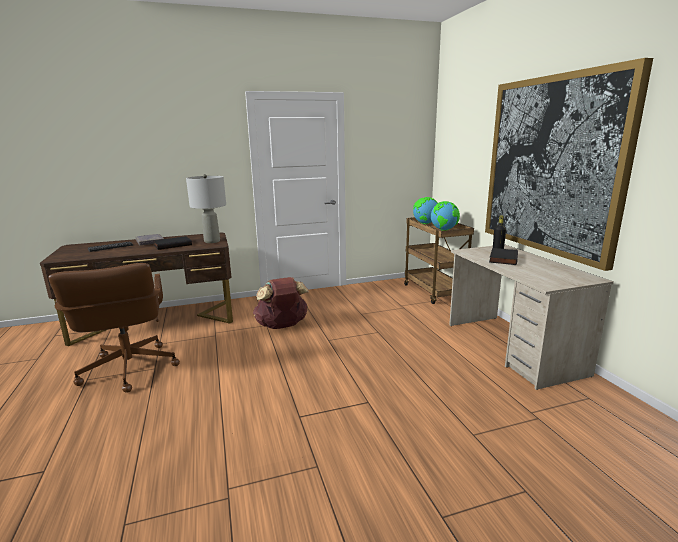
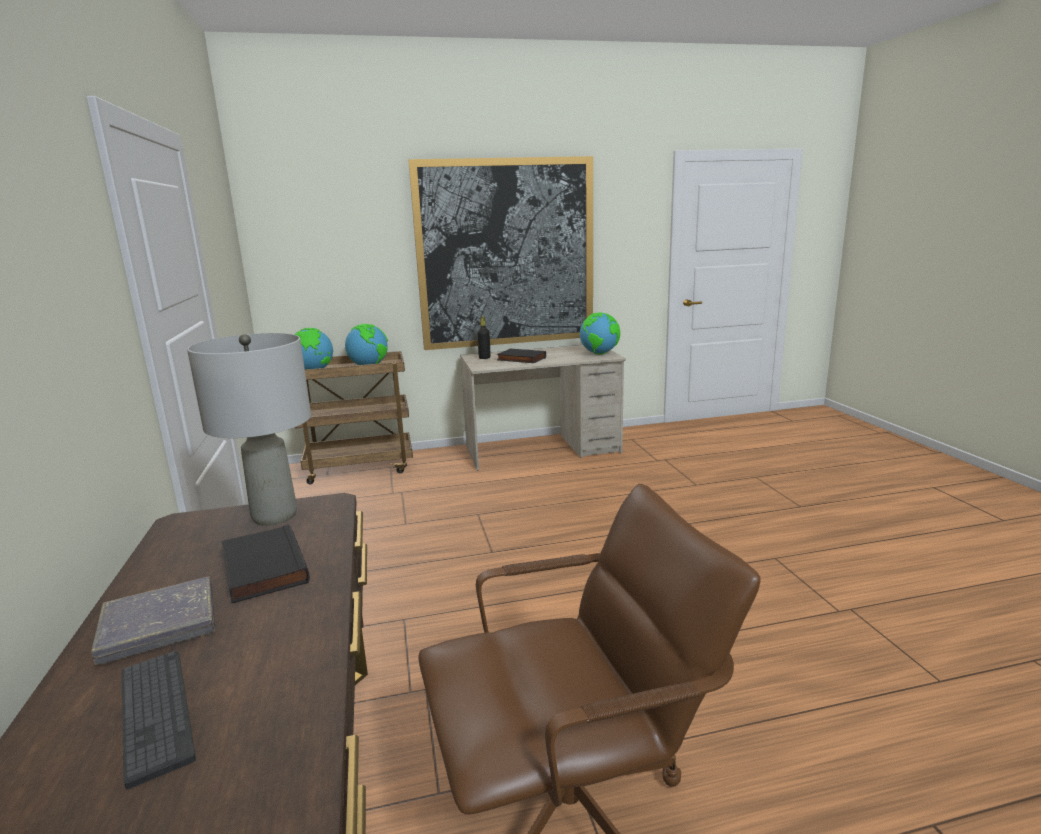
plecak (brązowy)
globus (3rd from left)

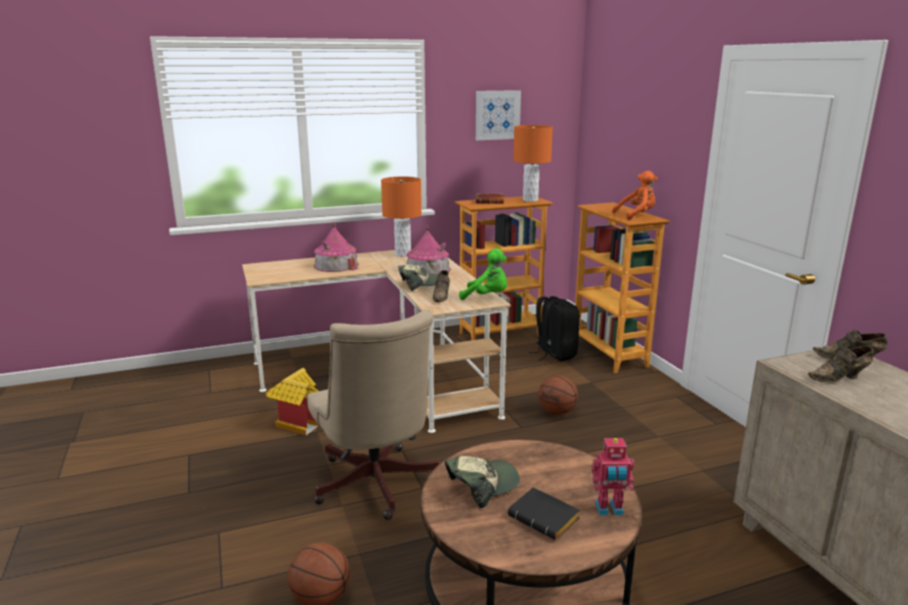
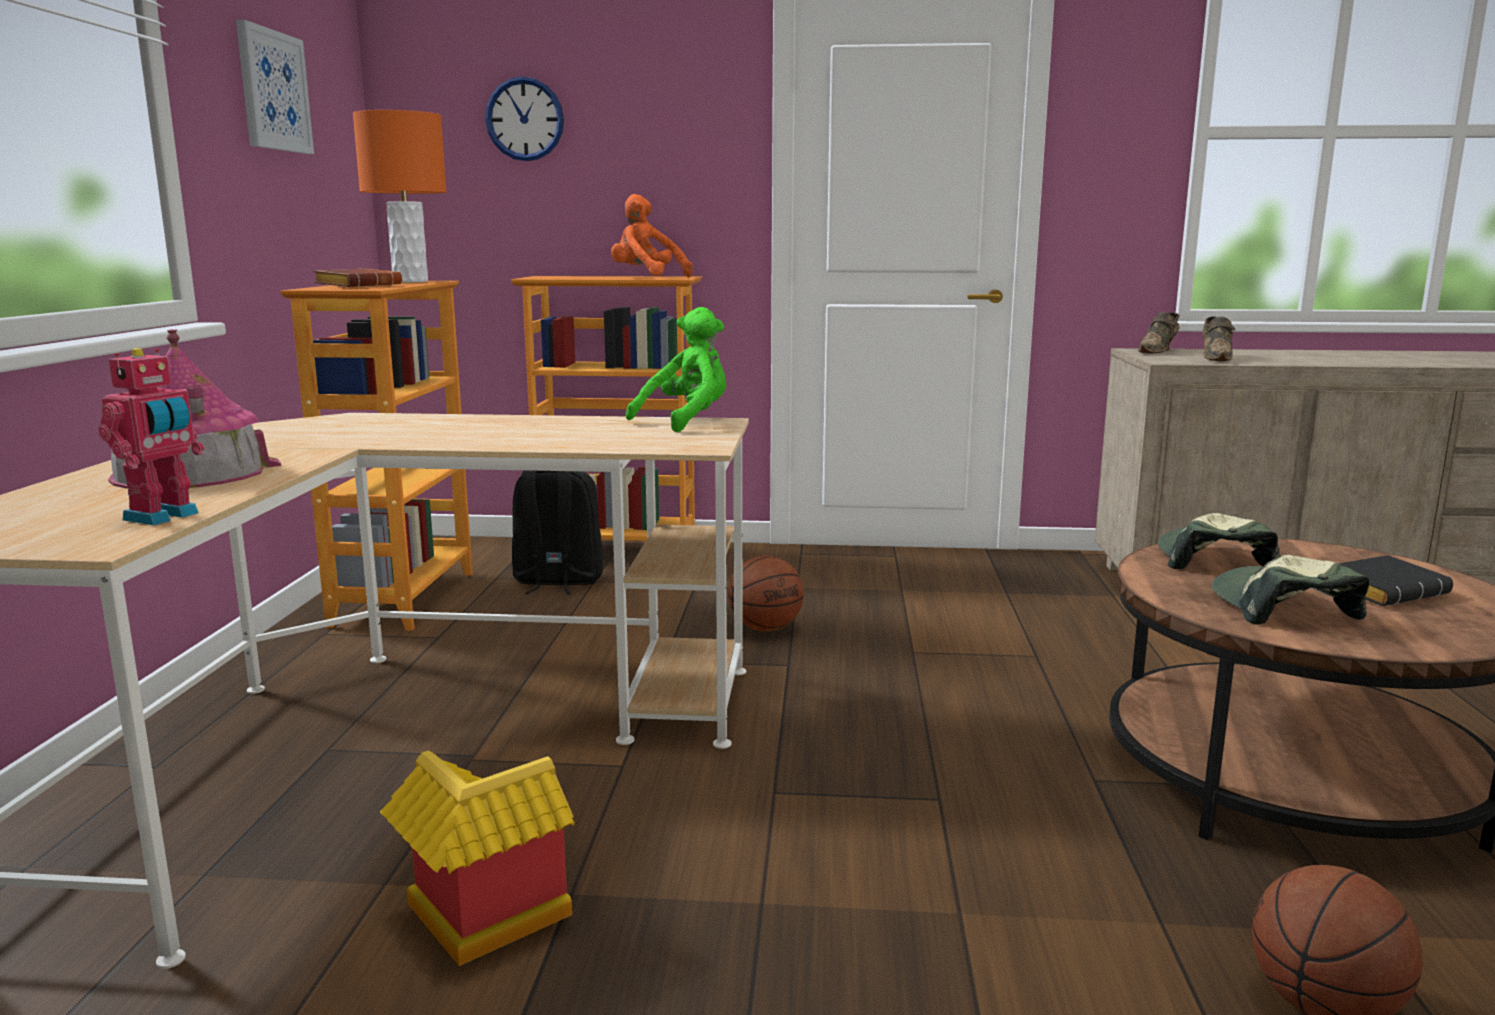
krzesło biurowe (beżowy)
lampa stołowa (pomarańczowy) (1st from left in the first image)
czapka z daszkiem (1st from left)
domek (3rd from left in the first image)
but (brązowy) (1st from left in the first image)
robot zabawkowy
pluszak (pomarańczowy)
zegar ścienny

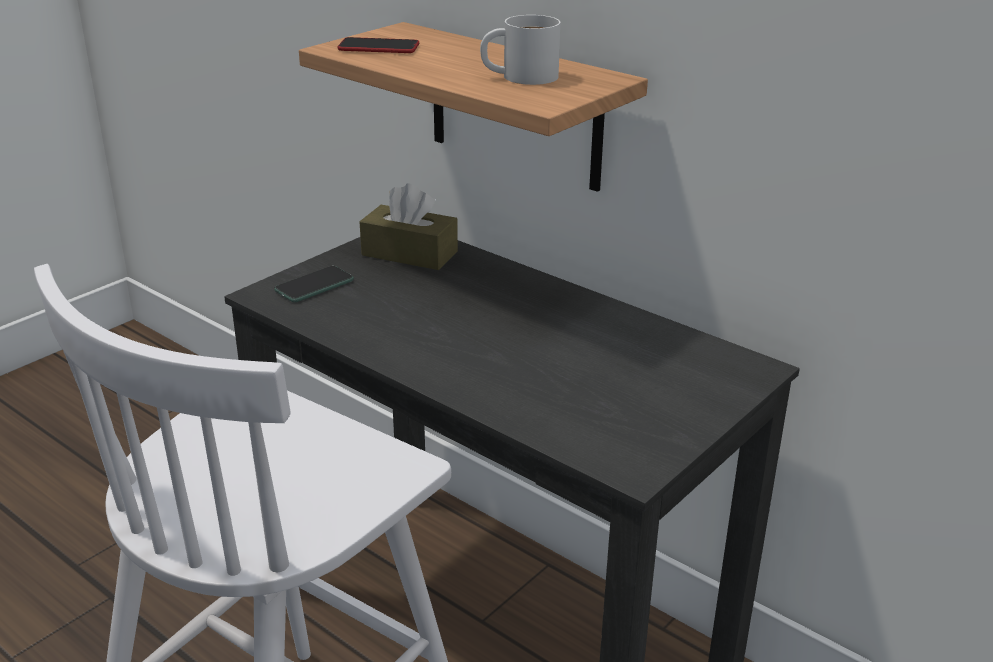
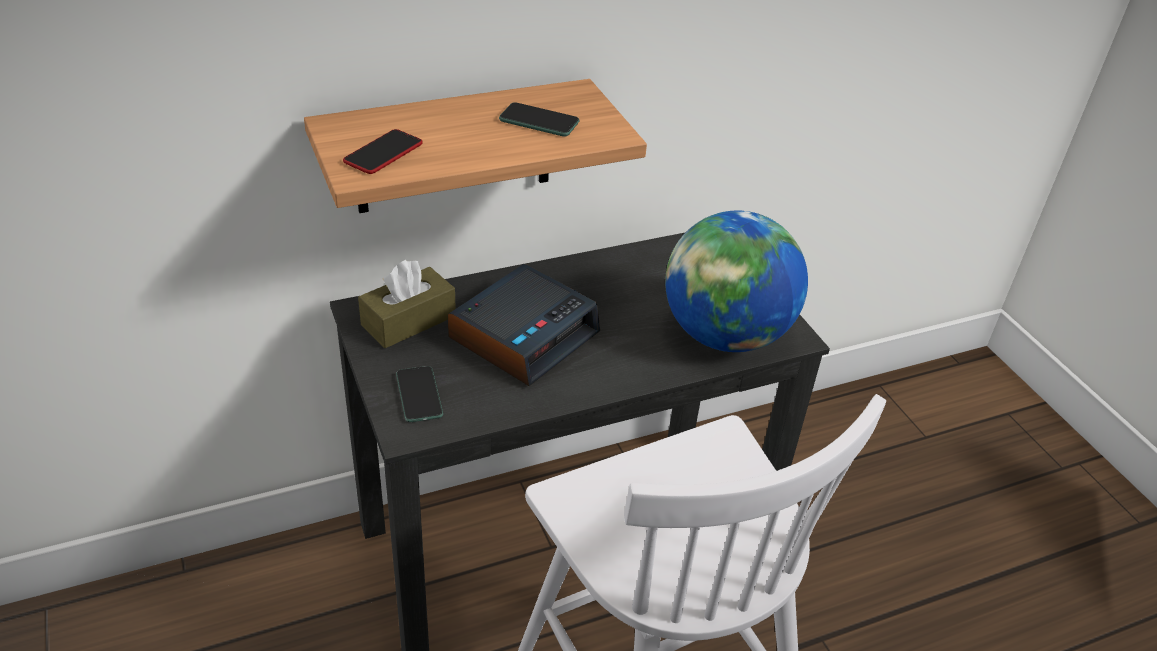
telefon (3rd from left)
budzik
globus

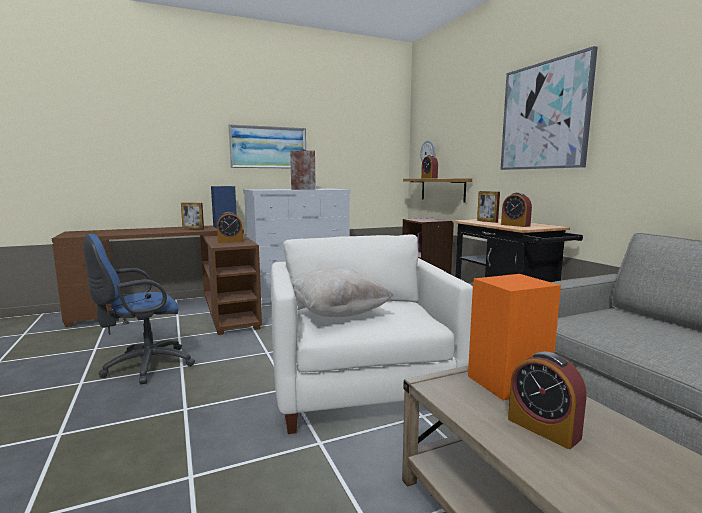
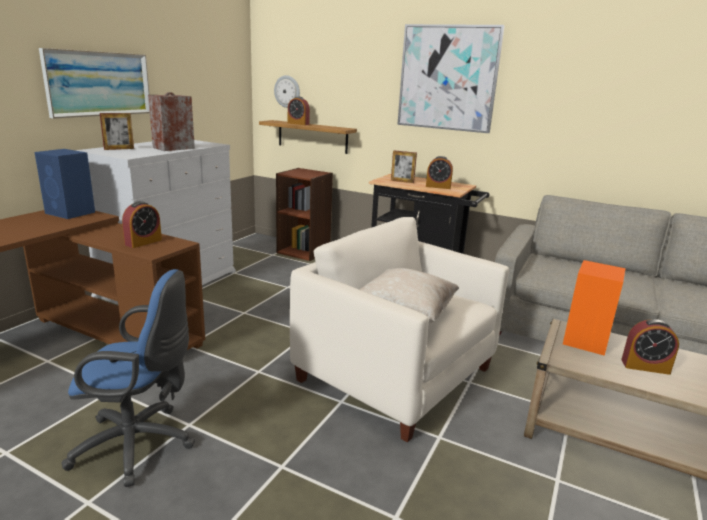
krzesło biurowe (niebieski)
ramka na zdjęcie (1st from left)

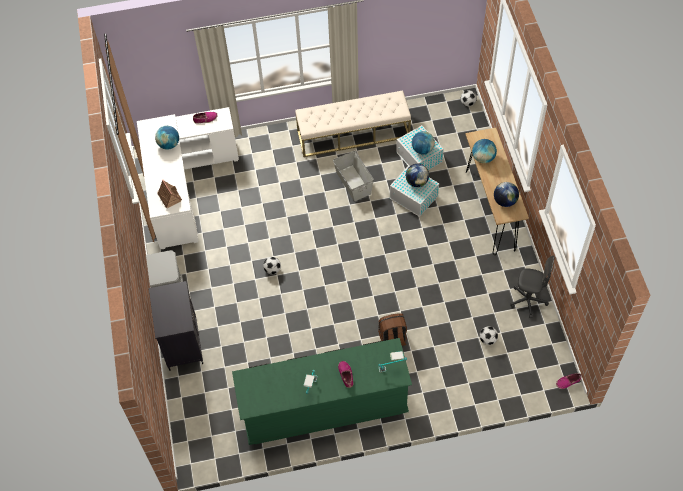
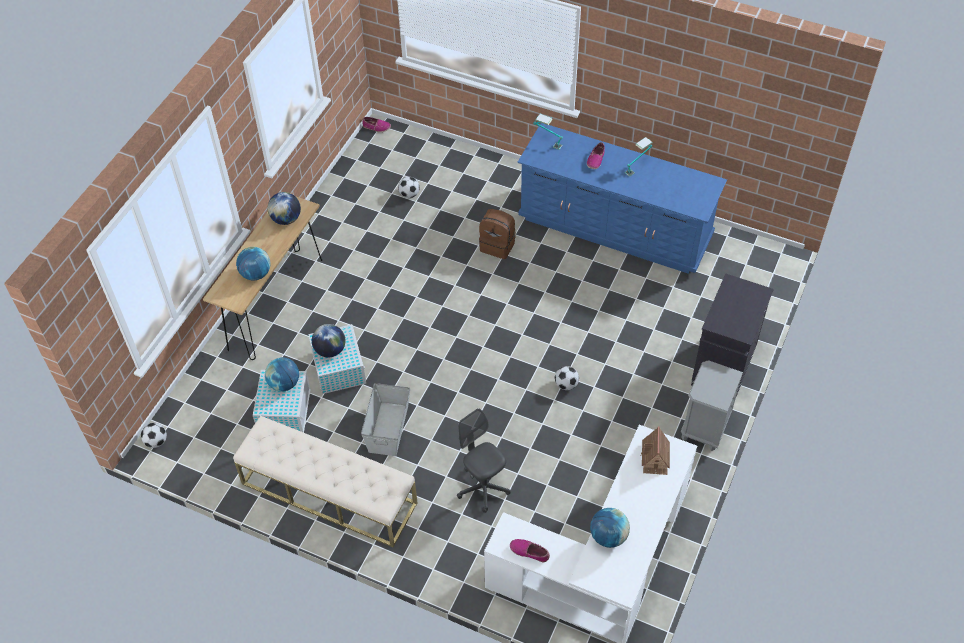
komoda (niebieski)
krzesło biurowe (szary)

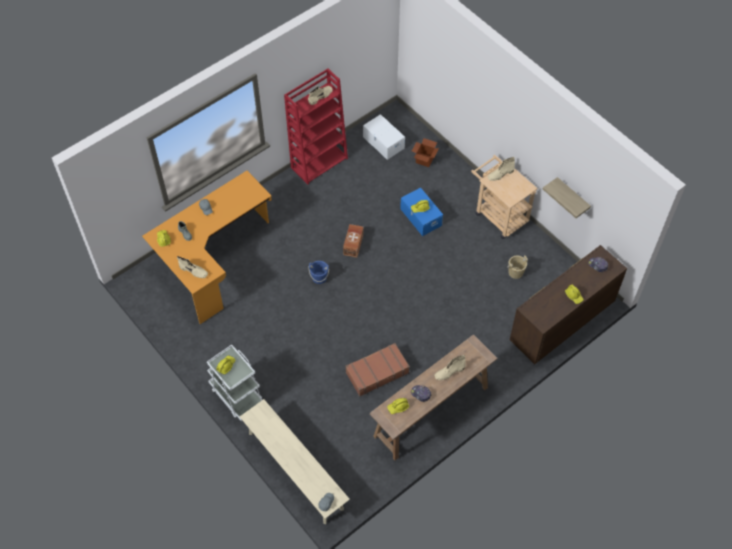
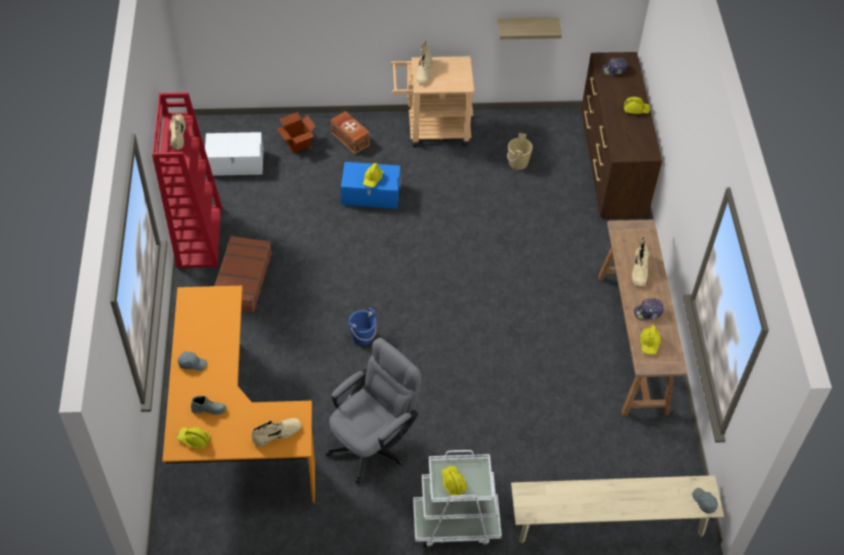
pojemnik do przechowywania (brązowy)
walizka (brązowy)
krzesło biurowe (szary)

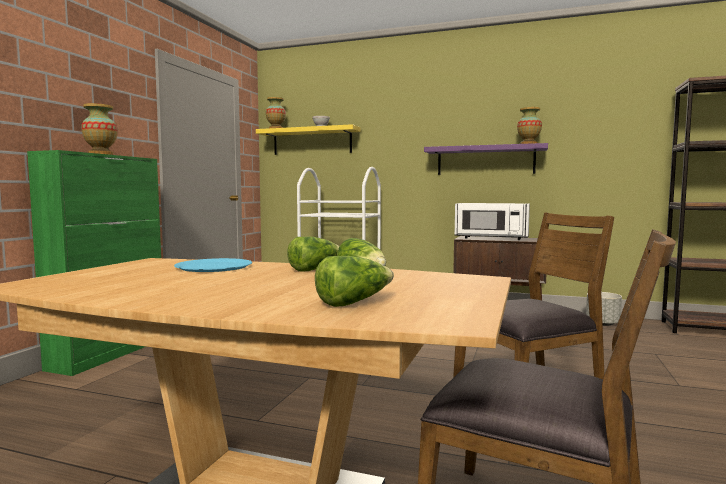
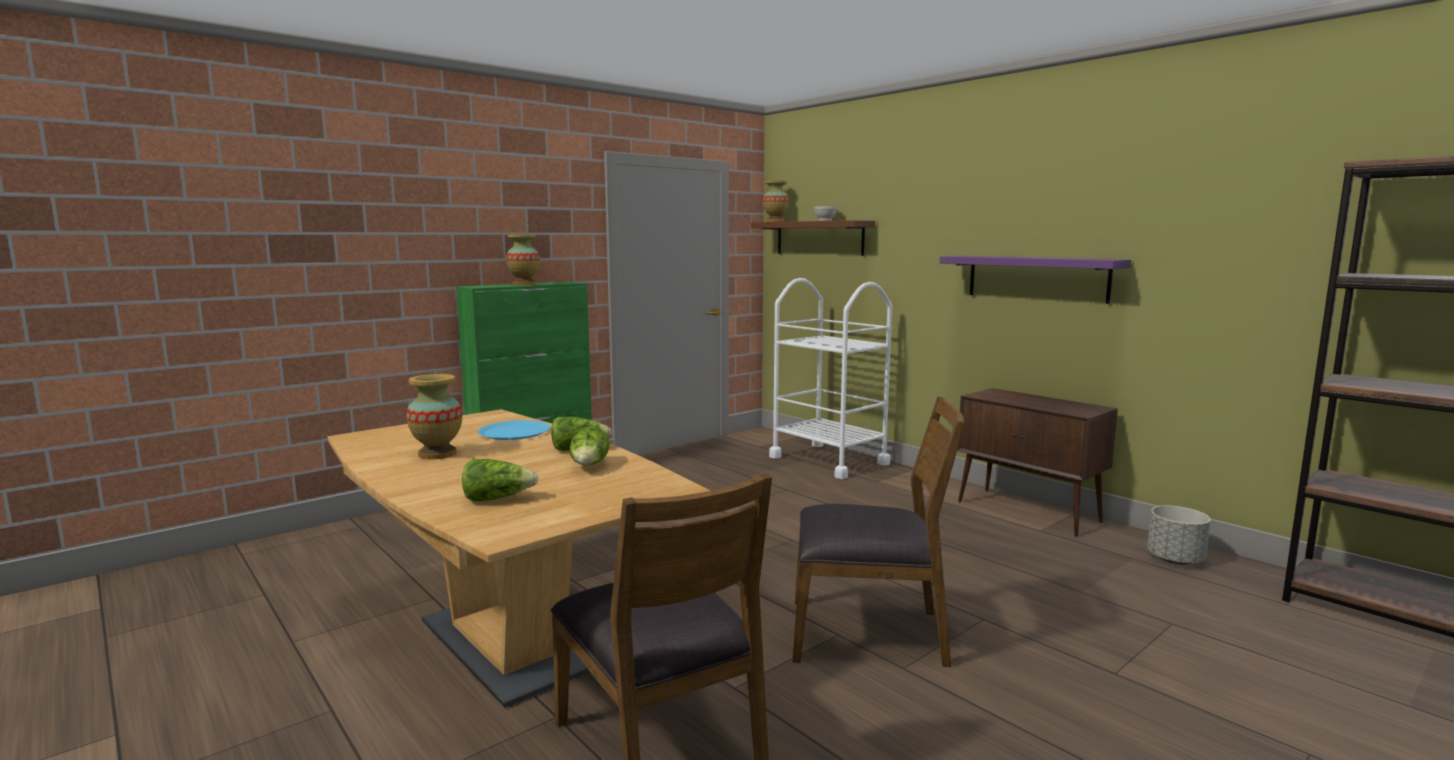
półka (brązowy)
mikrofalówka (biały)
wazon (1st from left)

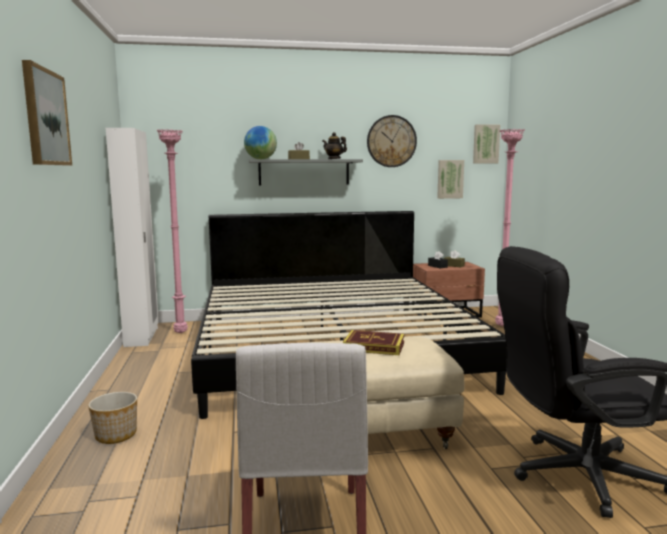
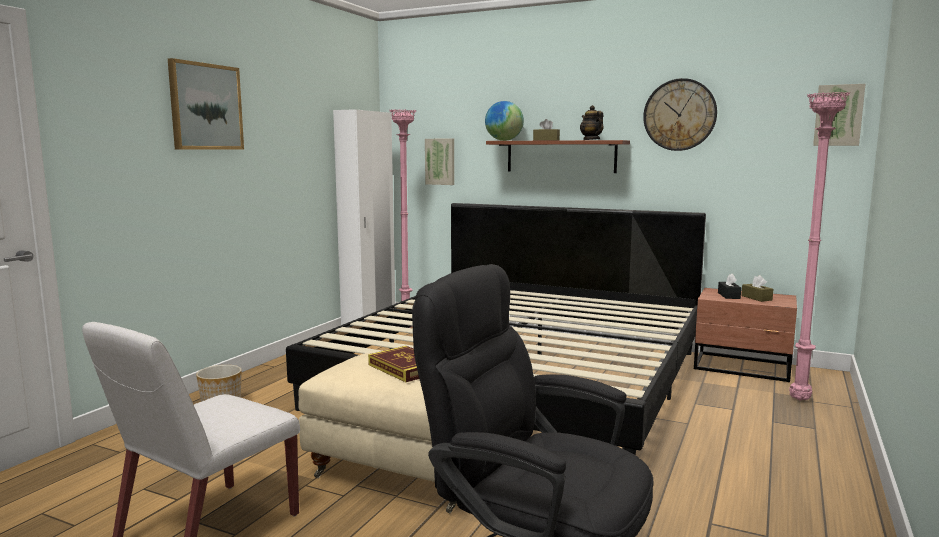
półka (brązowy)
obraz (2nd from left)

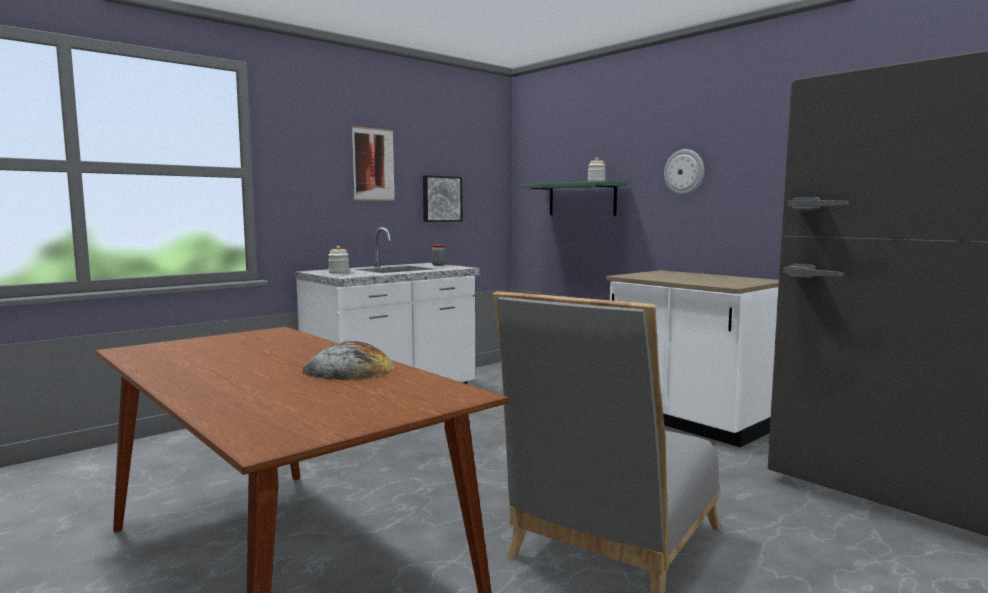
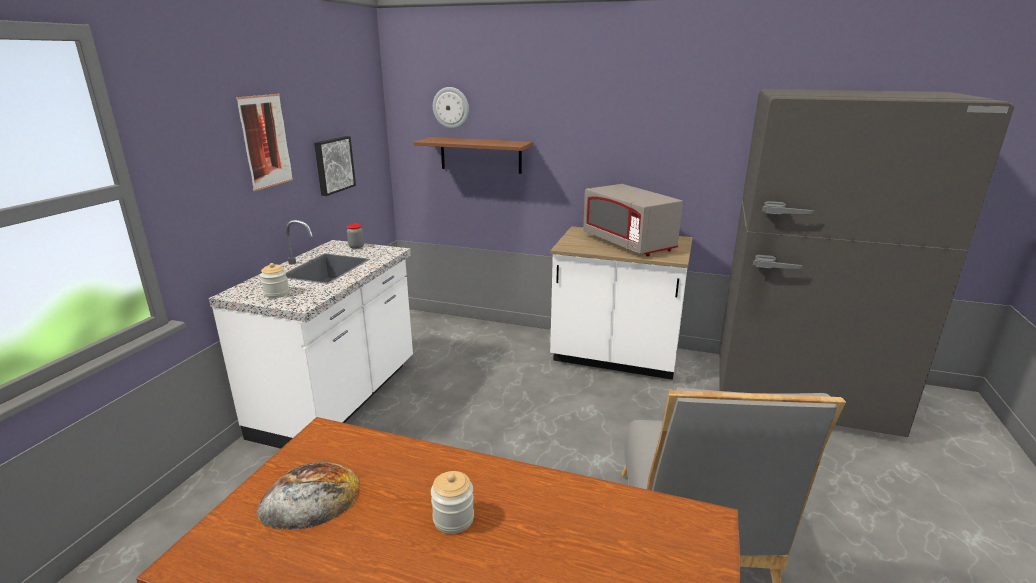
chleb
półka (brązowy)
słoik (3rd from left)
zegar ścienny
mikrofalówka (szary)

